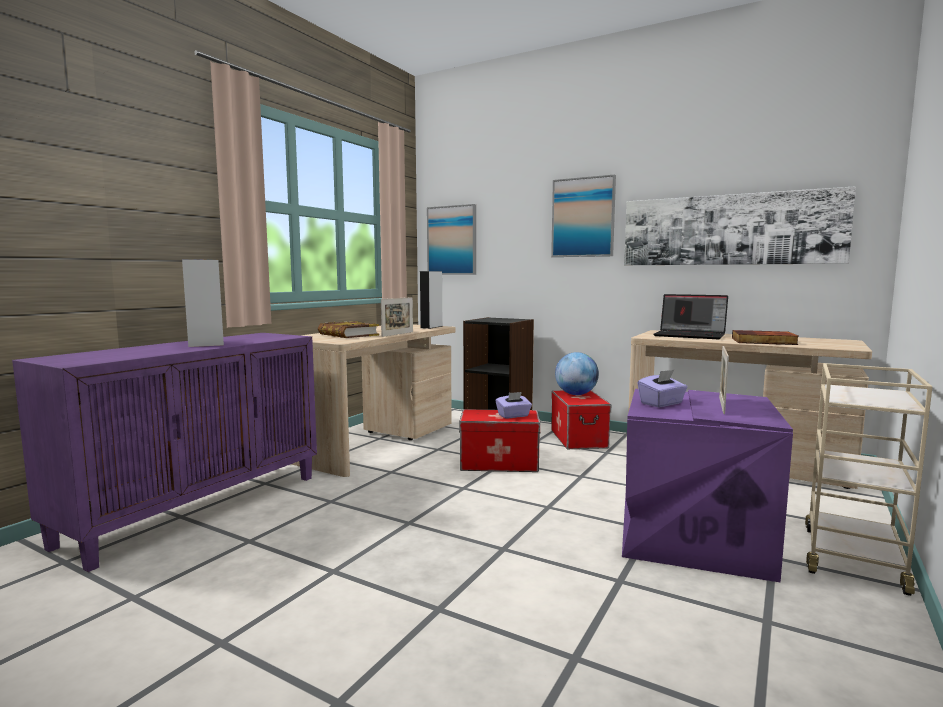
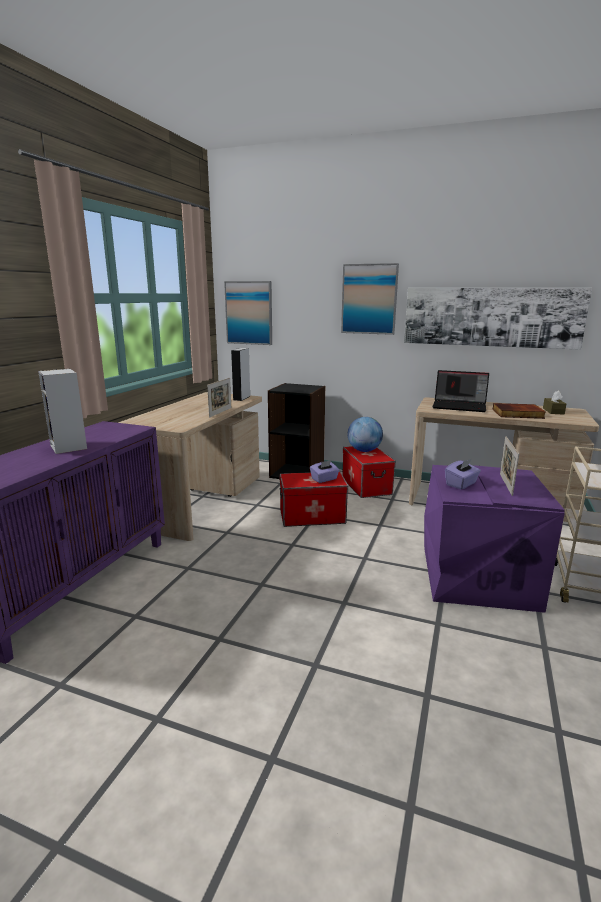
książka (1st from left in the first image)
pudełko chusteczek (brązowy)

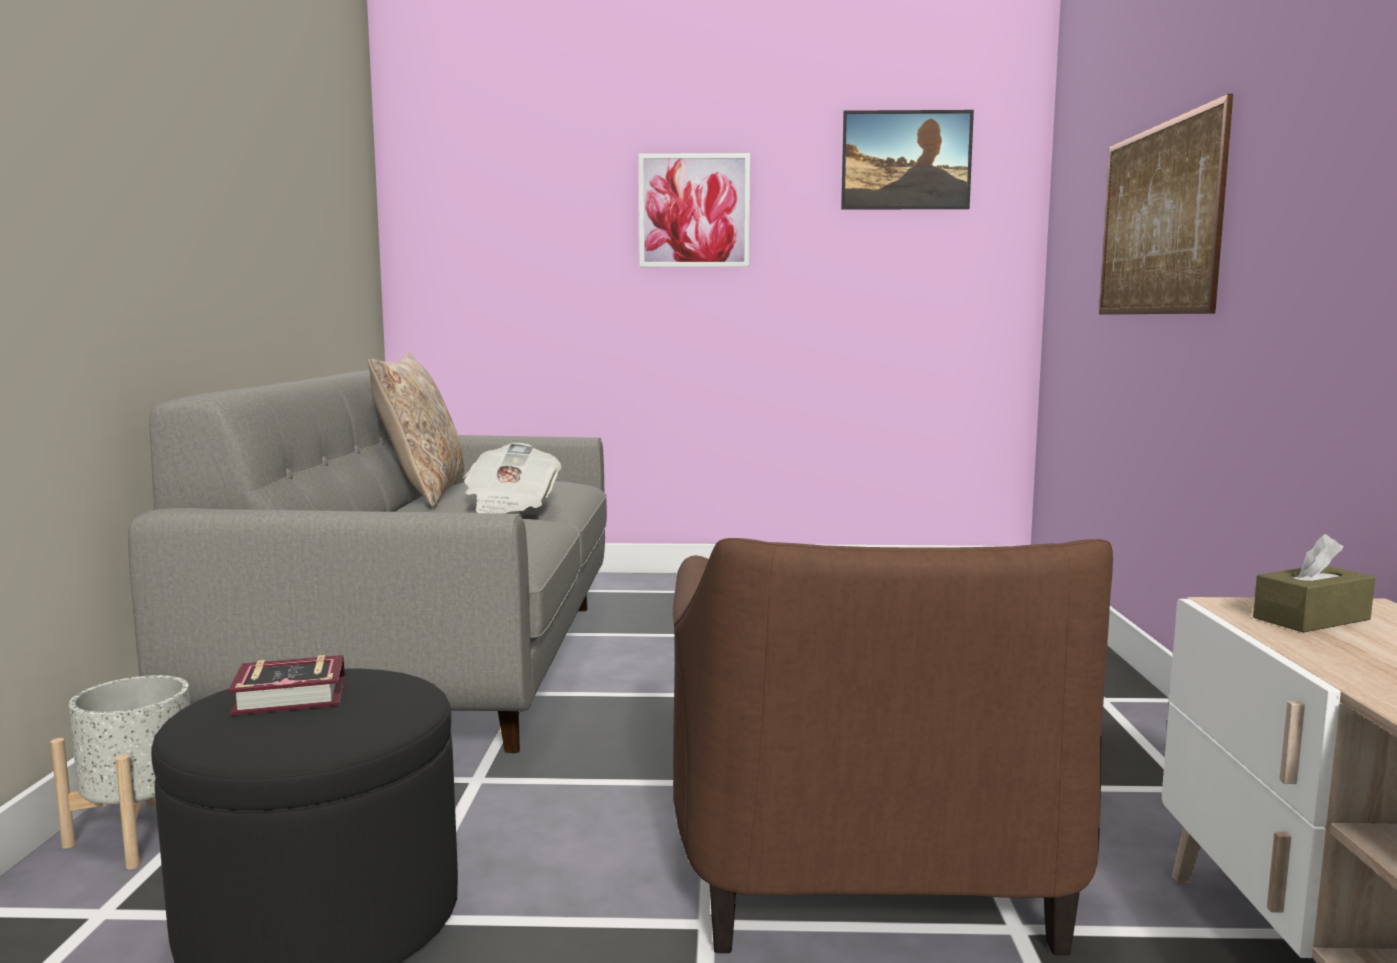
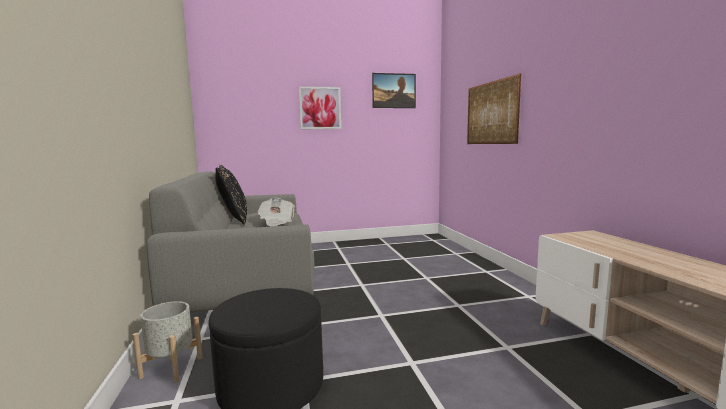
książka
poduszka (czarny)
fotel (brązowy)
pudełko chusteczek (brązowy)

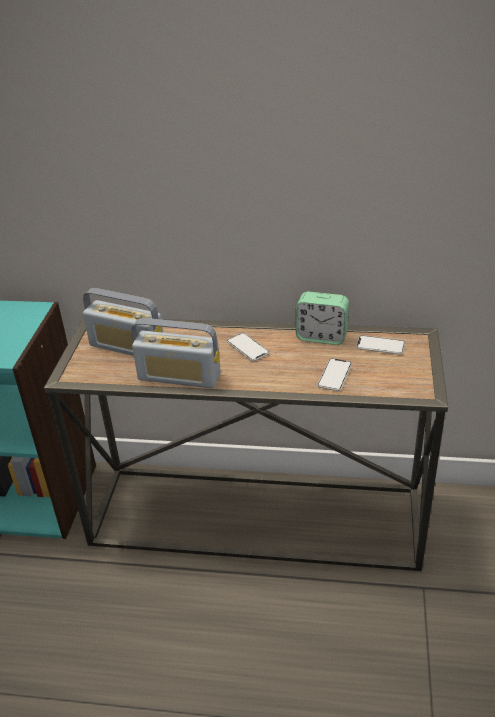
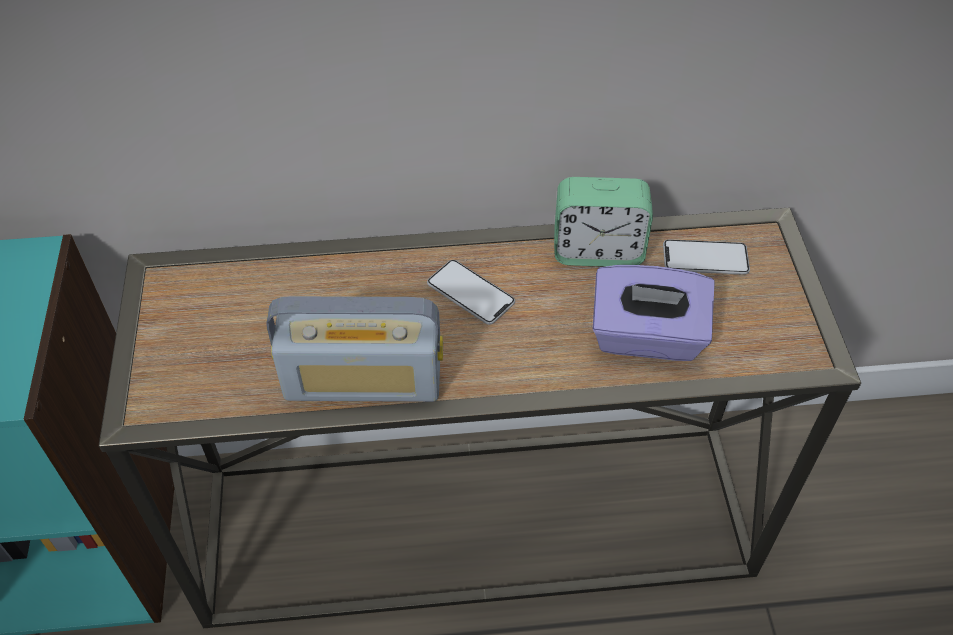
radio (1st from left in the first image)
pudełko chusteczek (fioletowy)

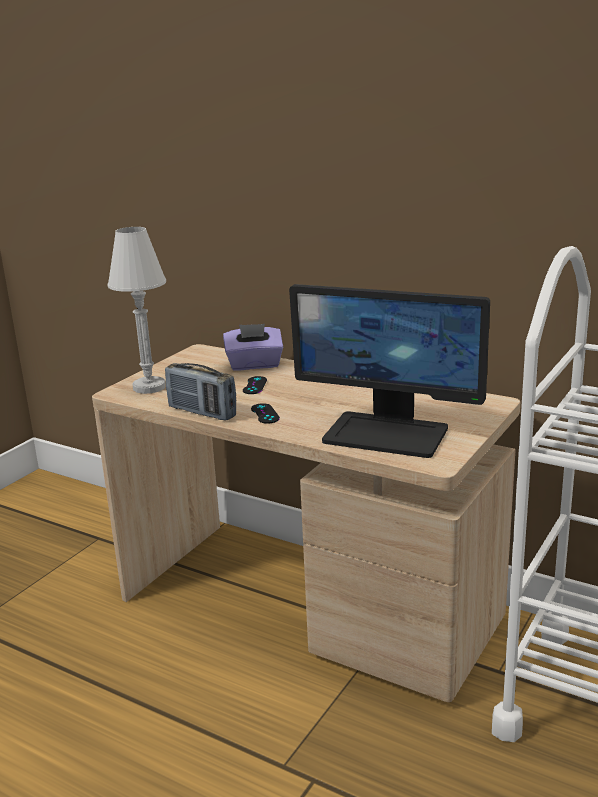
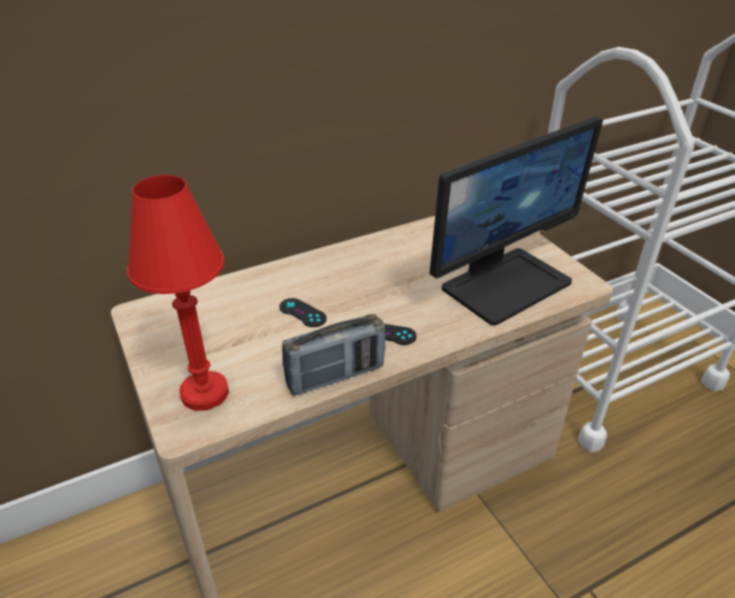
lampa stołowa (czerwony)
pudełko chusteczek (fioletowy)

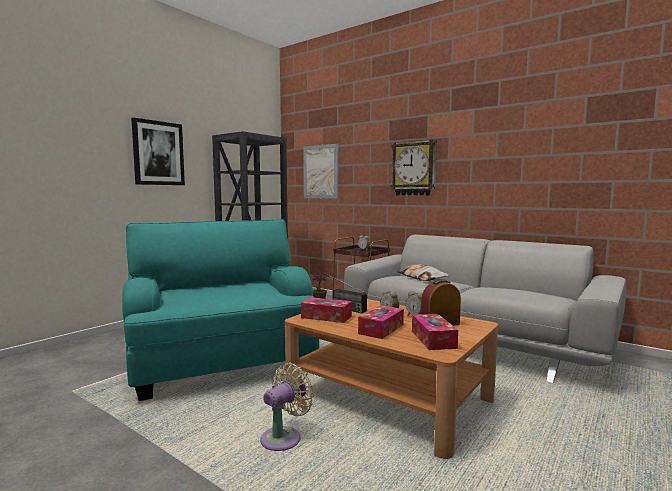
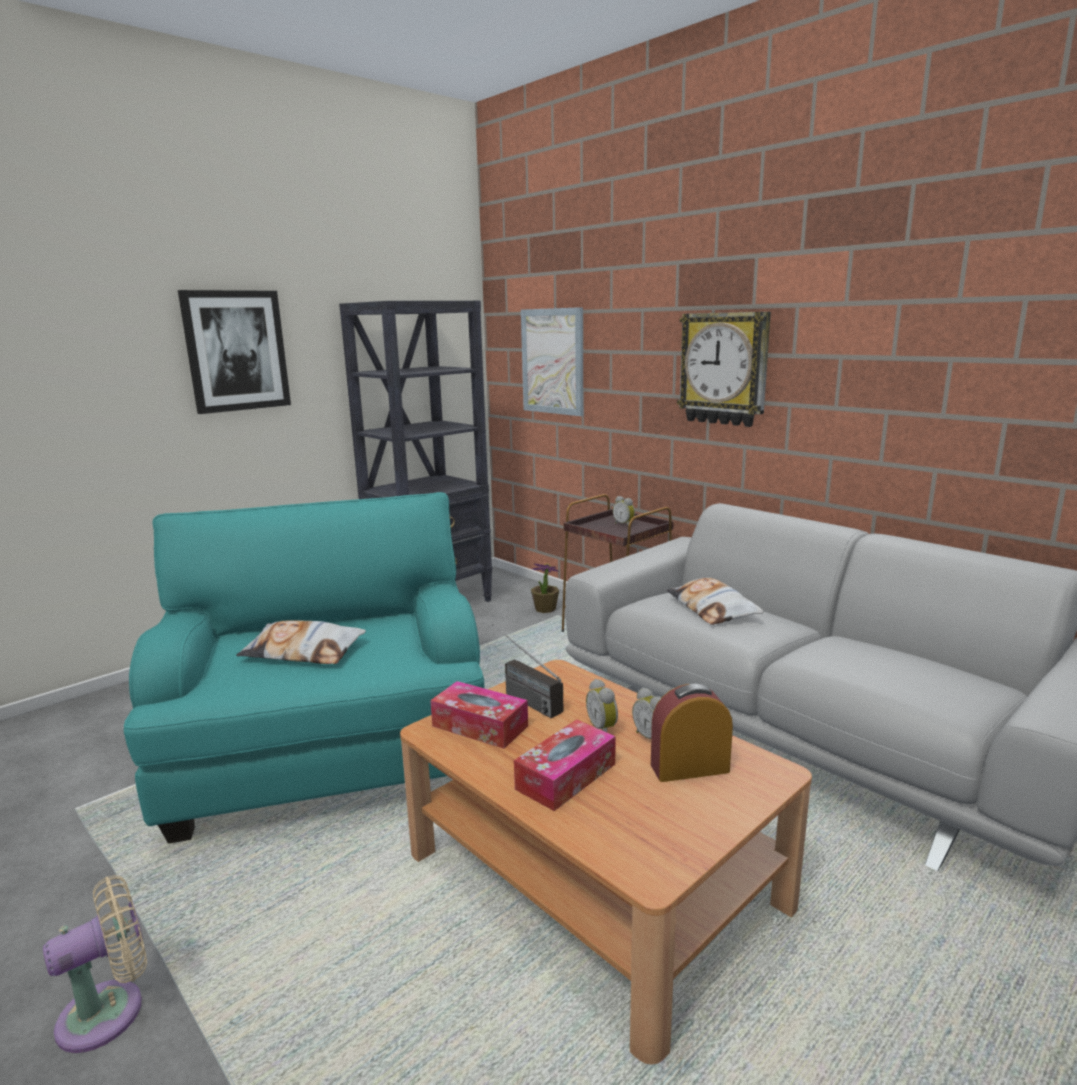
wentylator (beżowy)
pudełko chusteczek (3rd from left in the first image)
poduszka (1st from left)

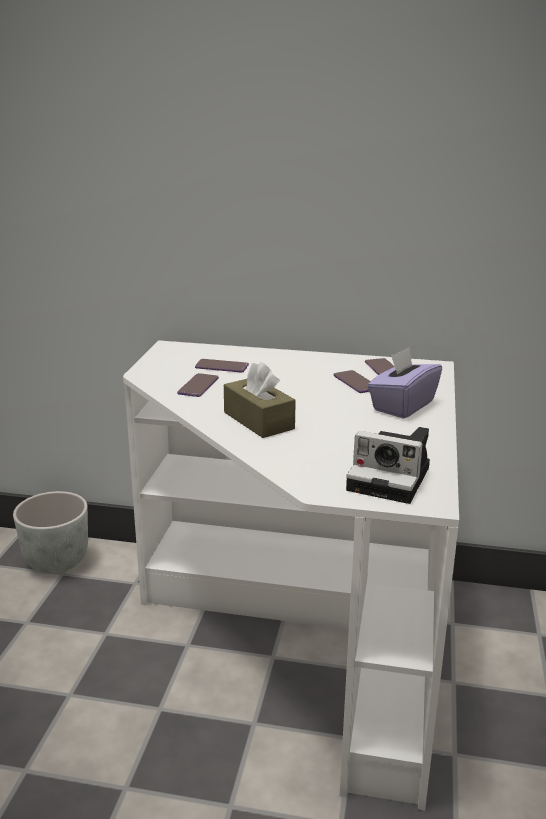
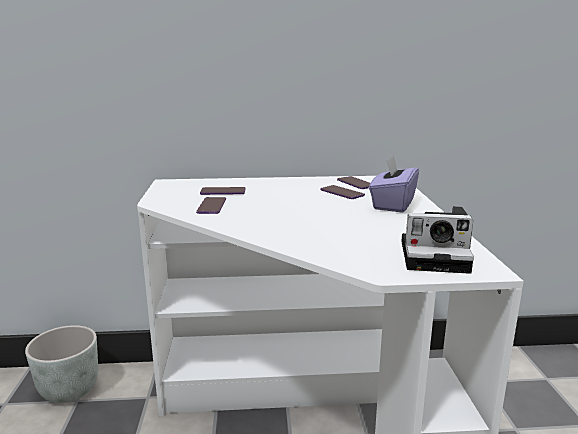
pudełko chusteczek (brązowy)

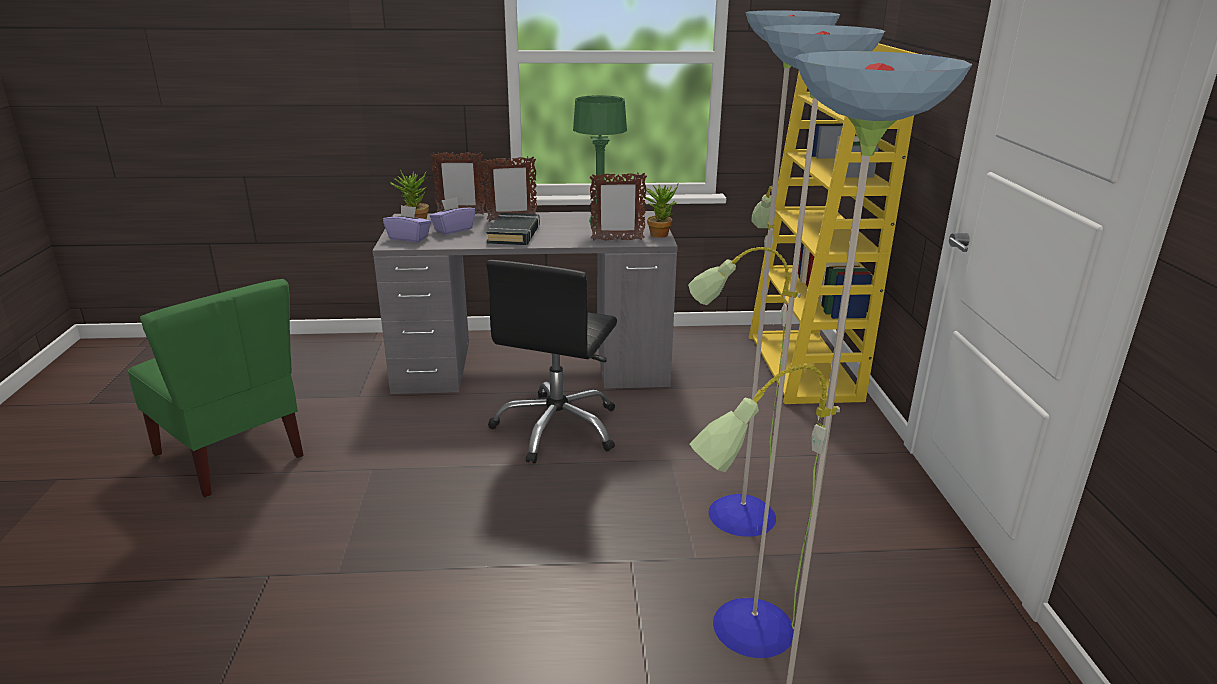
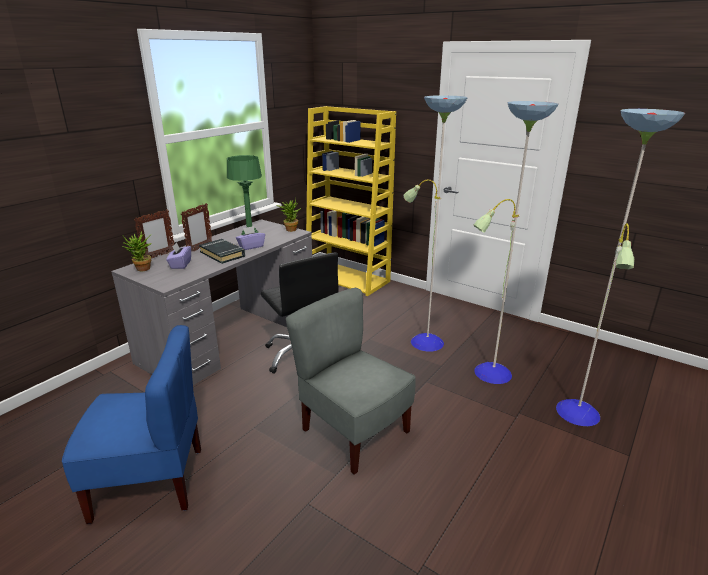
krzesło (niebieski)
pudełko chusteczek (fioletowy) (2nd from left)
ramka na zdjęcie (3rd from left in the first image)
krzesło (szary)

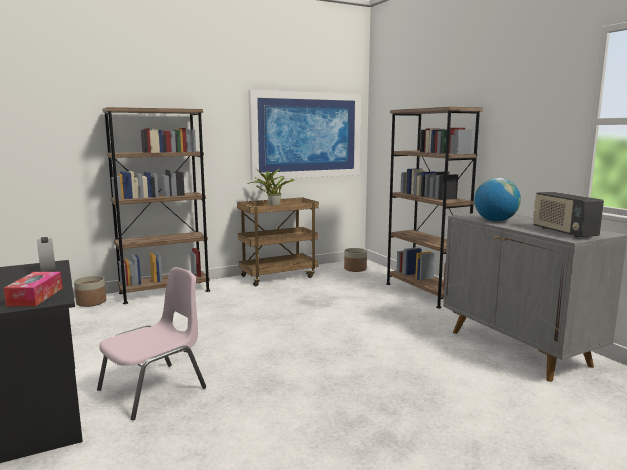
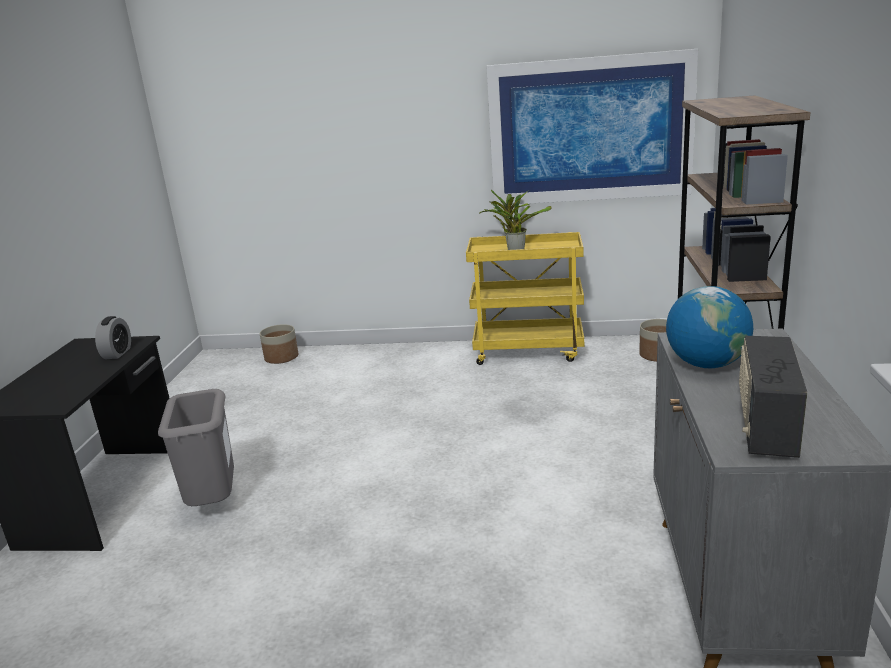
pudełko chusteczek
kosz na śmieci (szary)
regał (brązowy) (1st from left in the first image)
wózek (żółty)

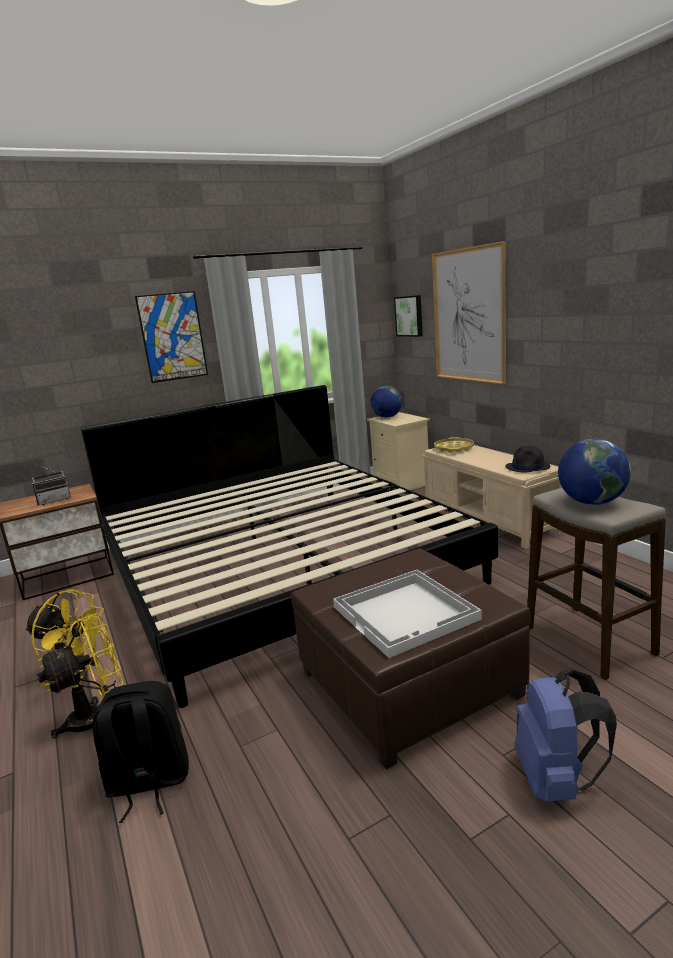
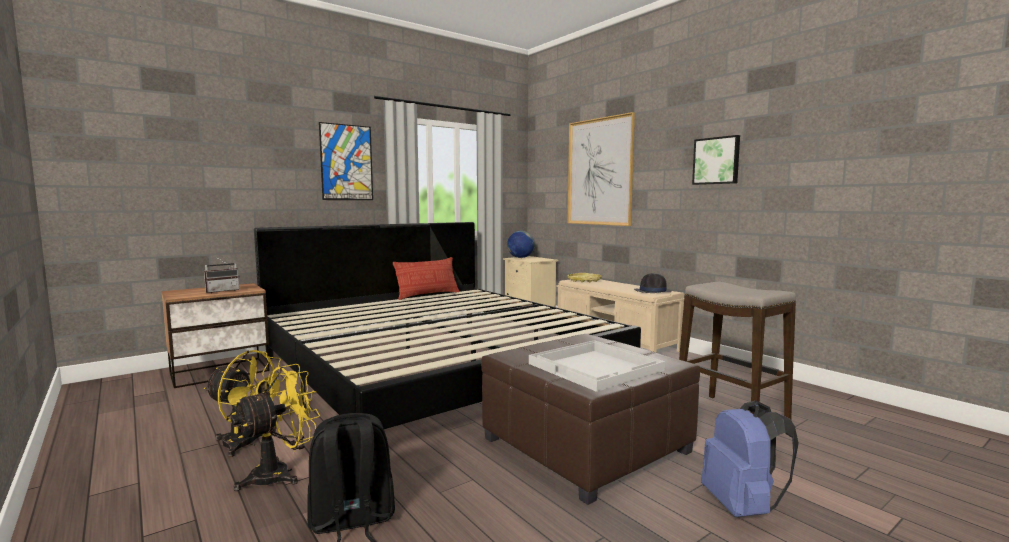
obraz (3rd from left)
globus (2nd from left in the first image)
poduszka

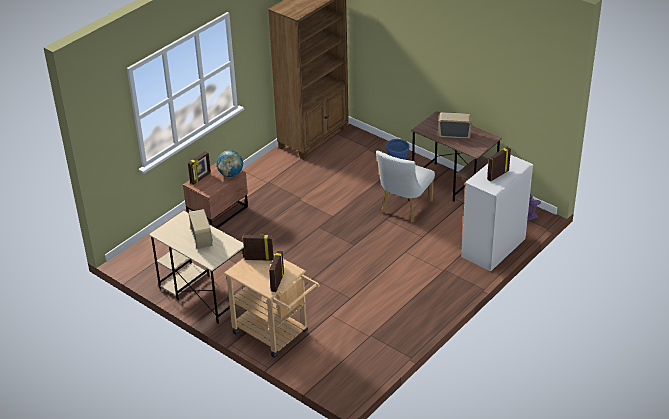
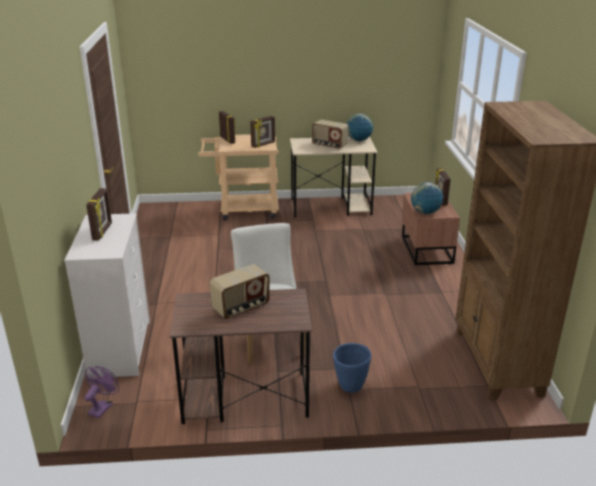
globus (1st from left)

